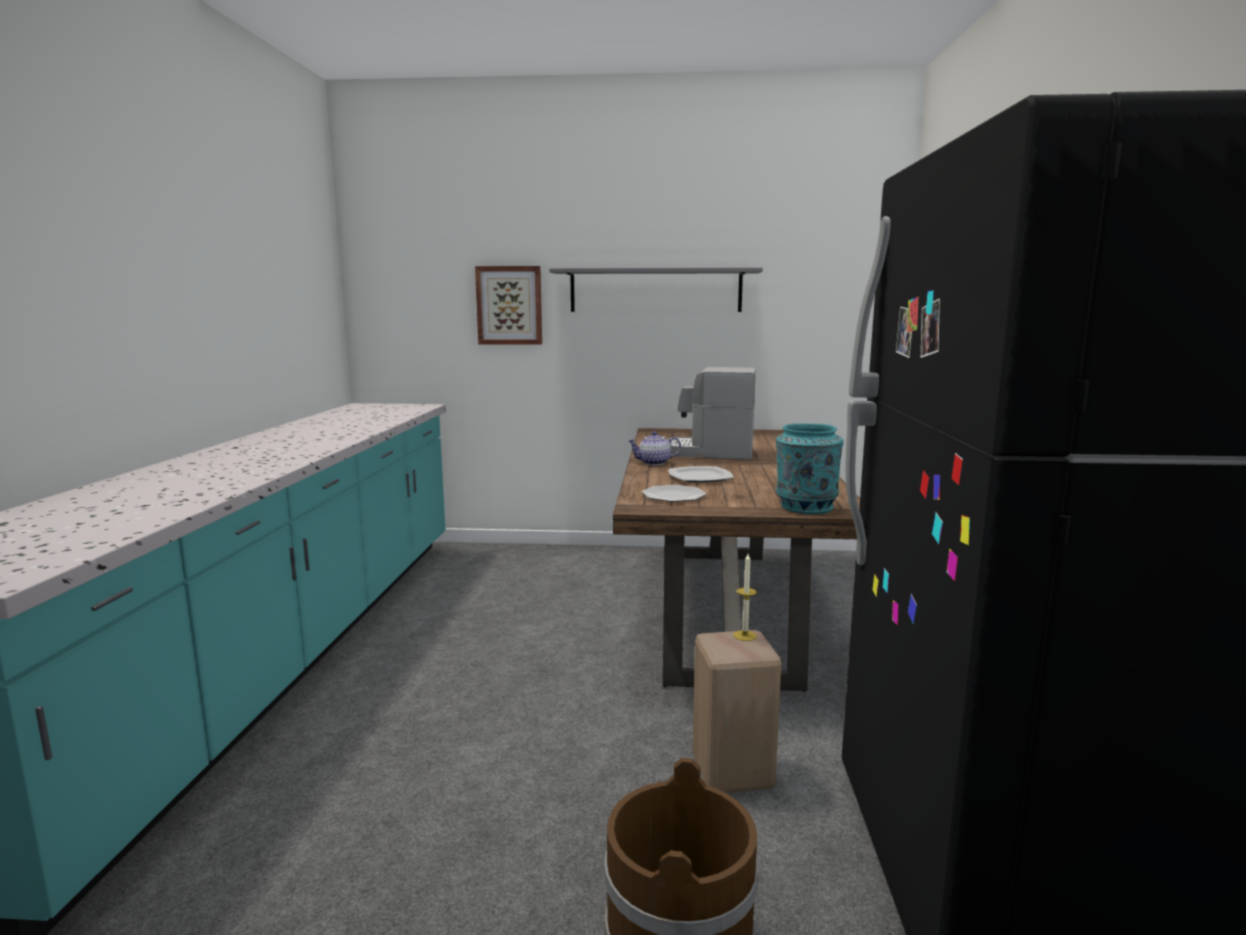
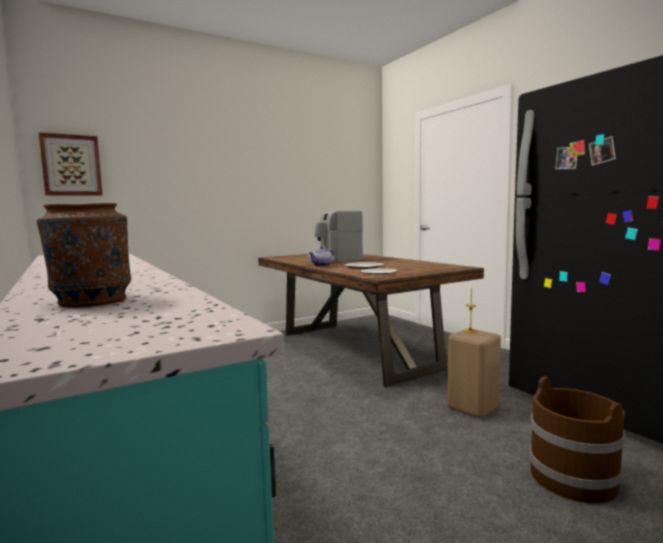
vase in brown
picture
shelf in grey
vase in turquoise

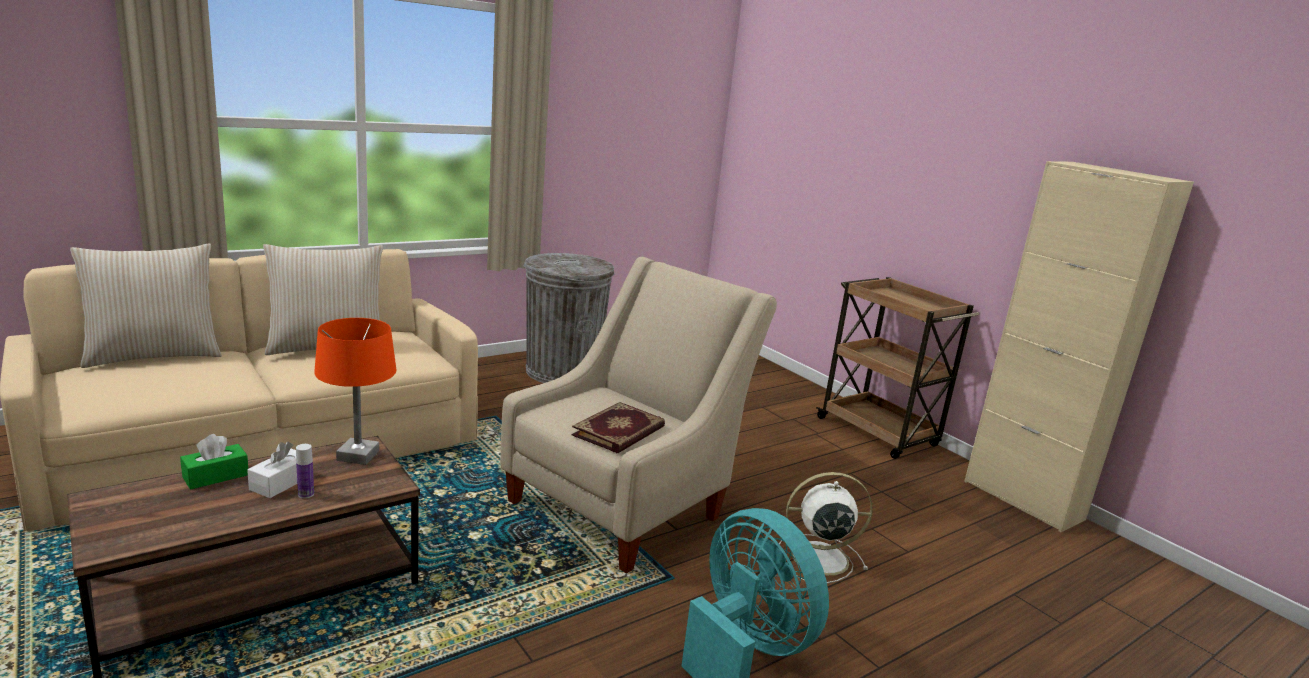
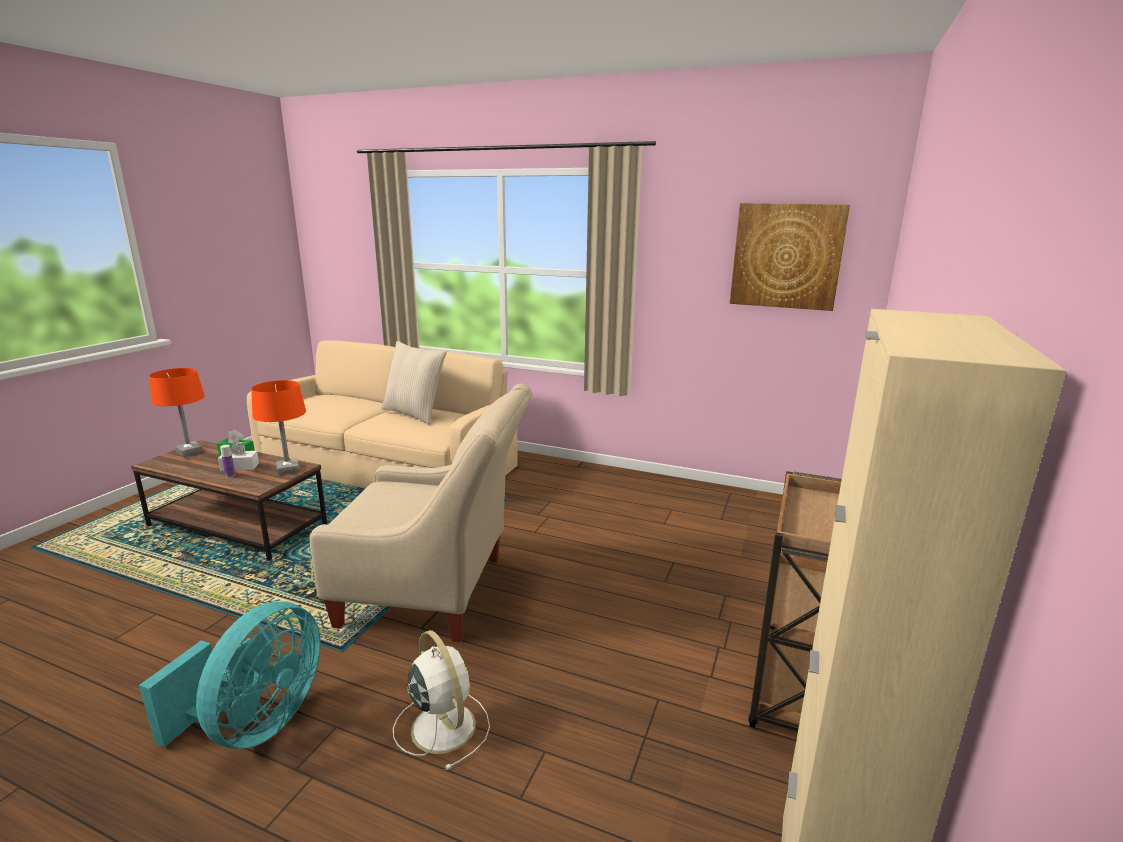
table lamp in orange (no. 1 from left)
picture
pillow in beige (no. 1 from left in the first image)
trash can in grey
book

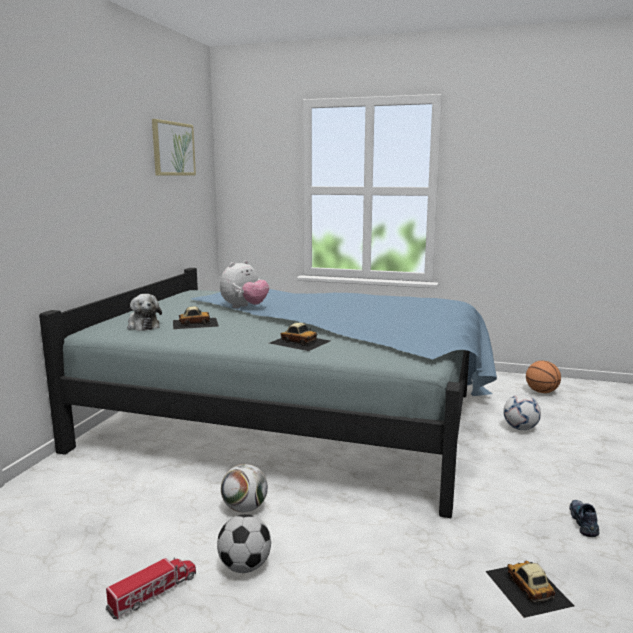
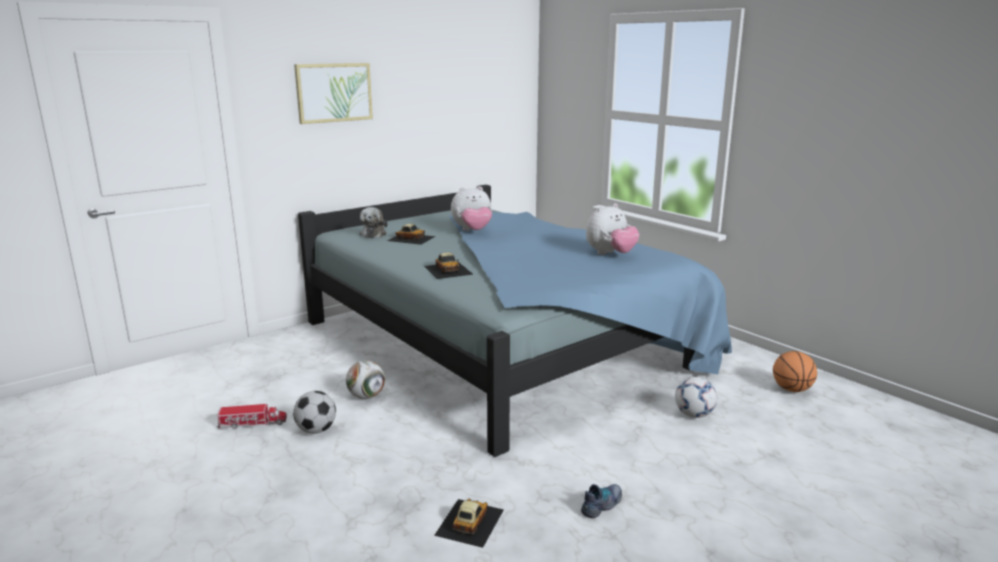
picture
plush toy (no. 3 from left)

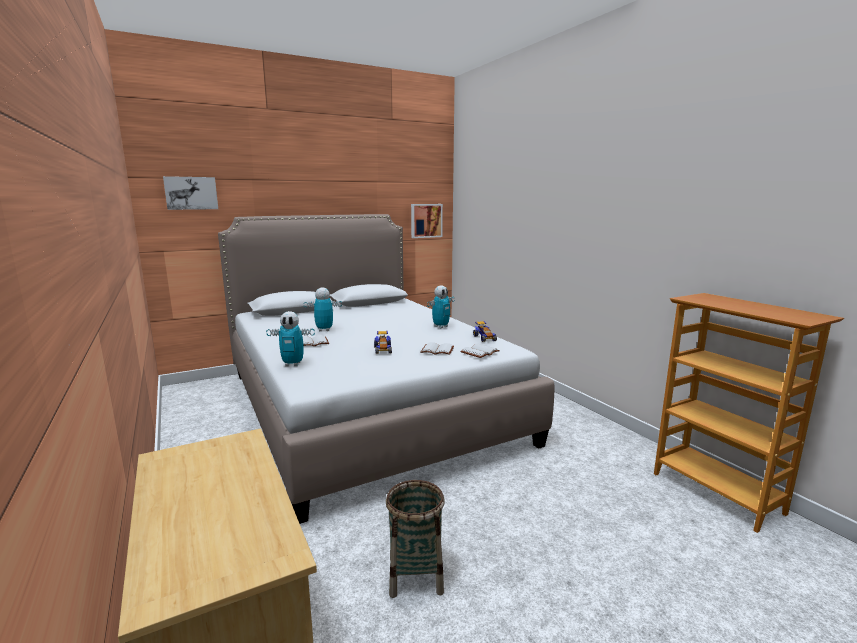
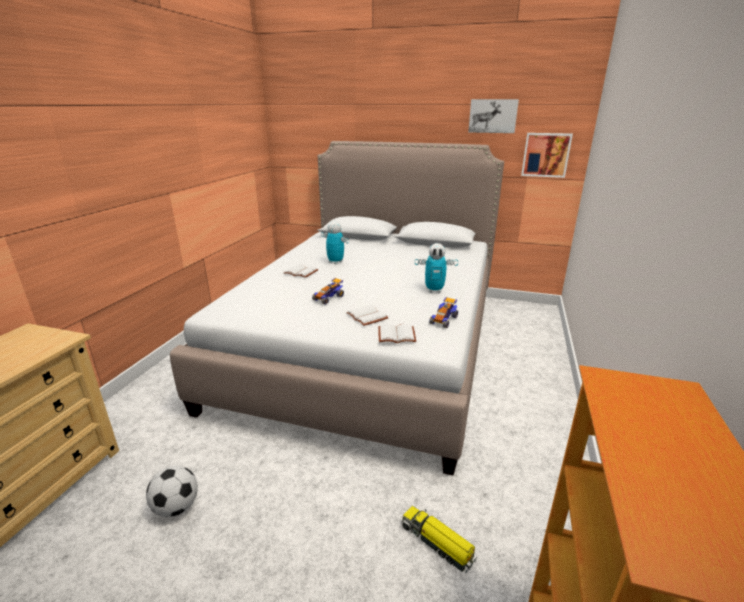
football
toy truck
picture (no. 1 from left)
toy robot (no. 1 from left in the first image)

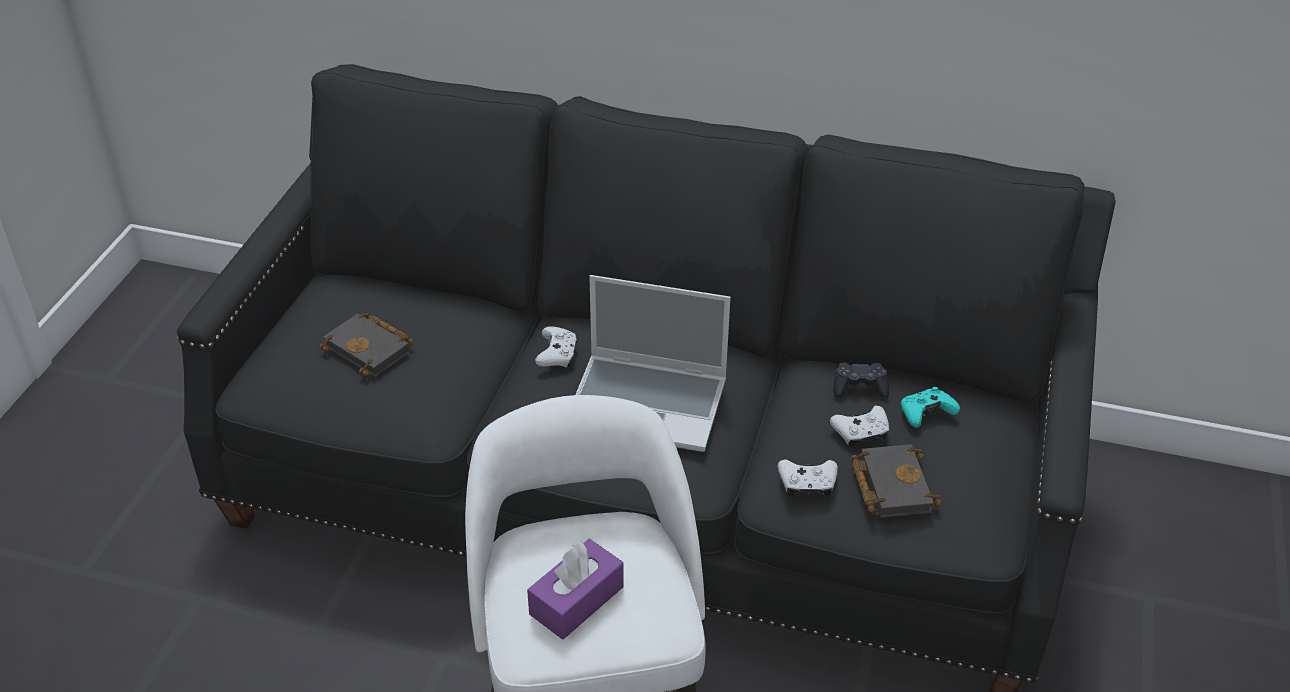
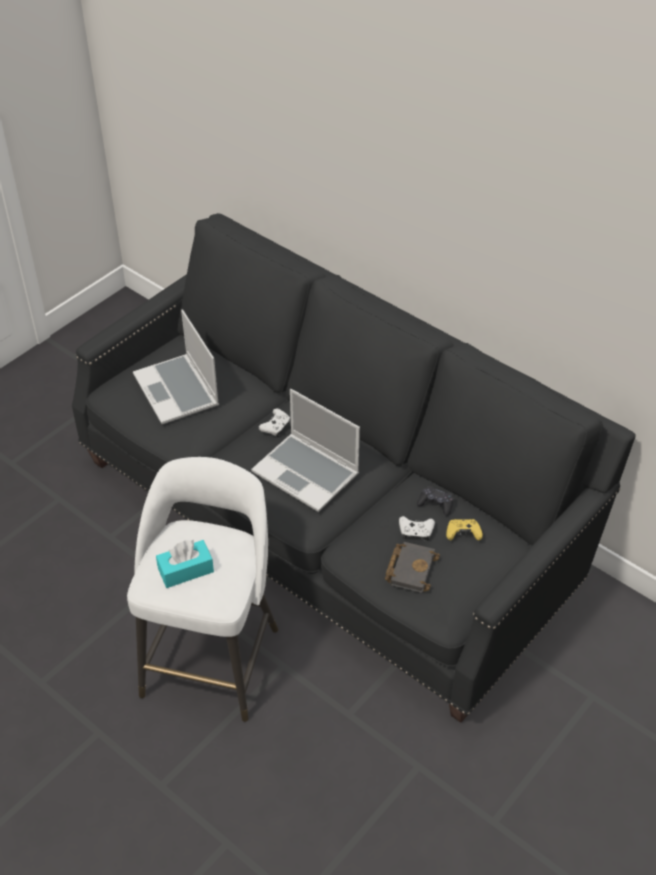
laptop (no. 1 from left)
tissue box in turquoise
game controller in yellow
game controller in white (no. 2 from left in the first image)

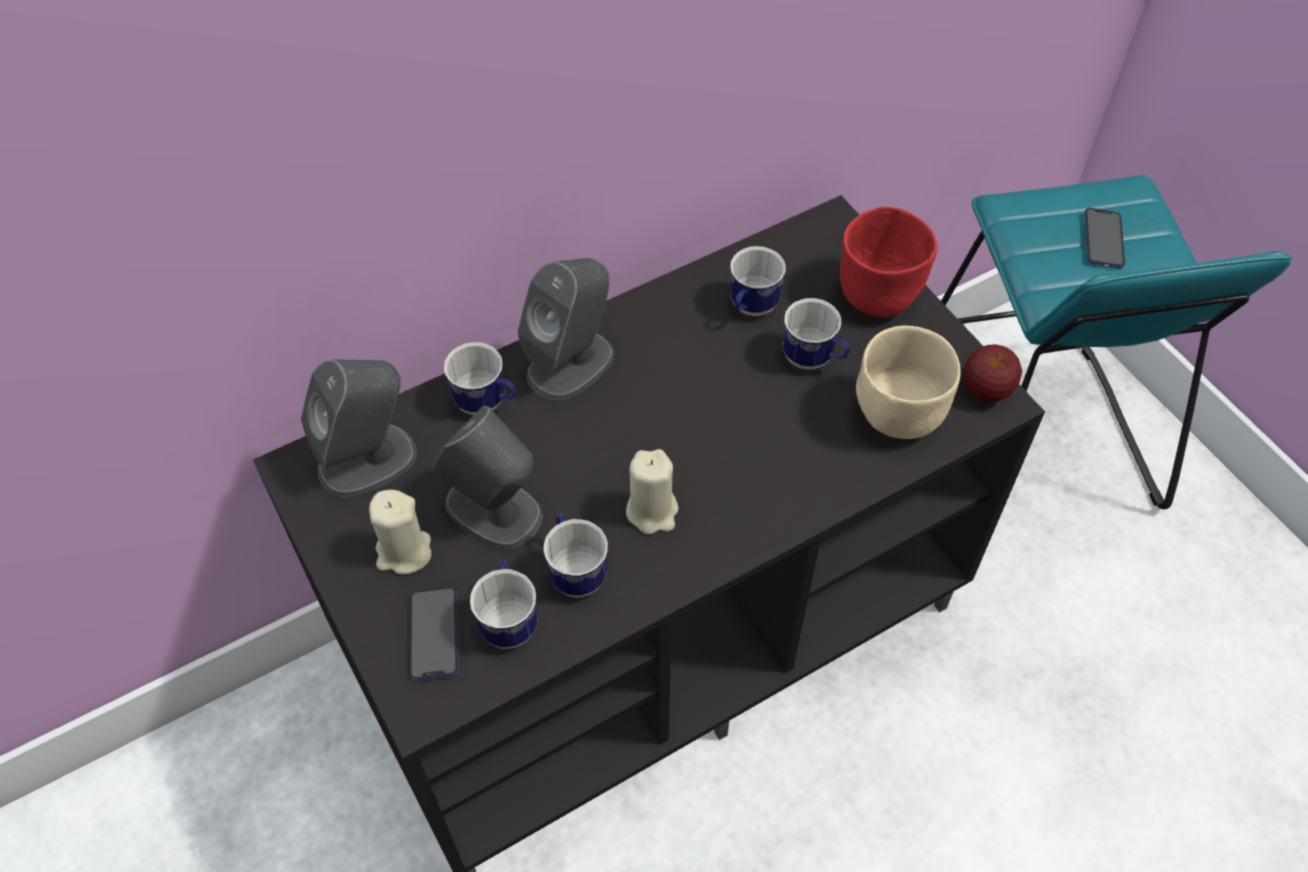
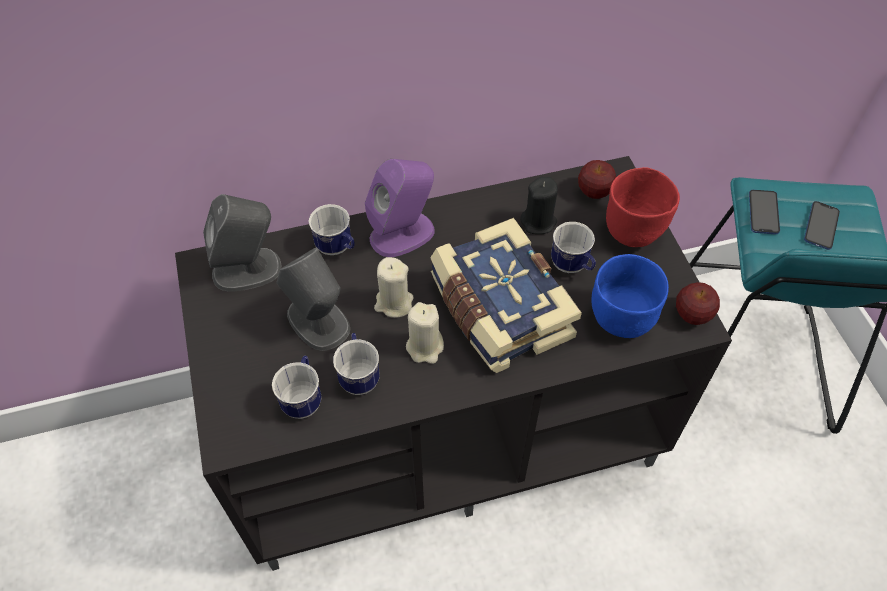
speaker in purple
candle in beige (no. 1 from left)
book
candle in black
apple (no. 1 from left)
bowl in blue
phone (no. 1 from left)

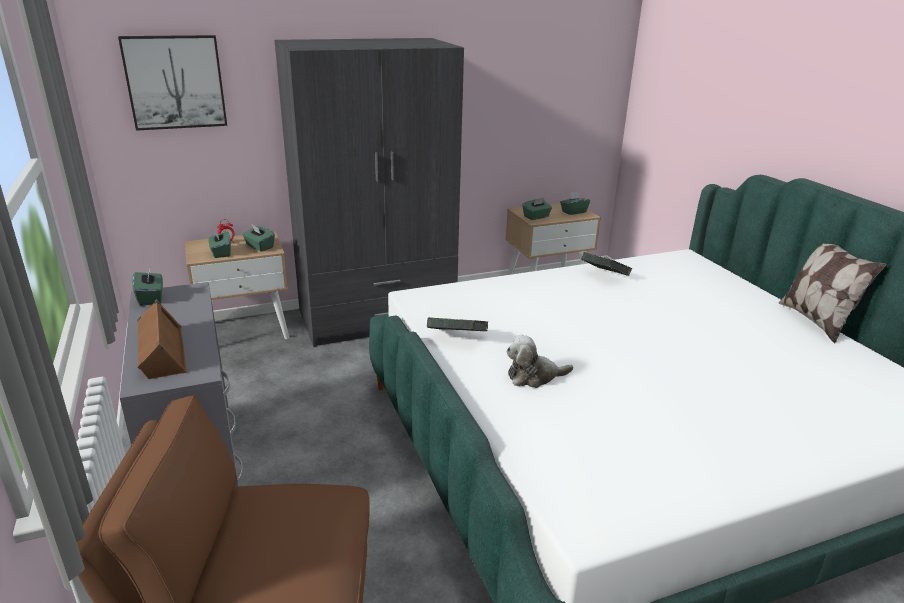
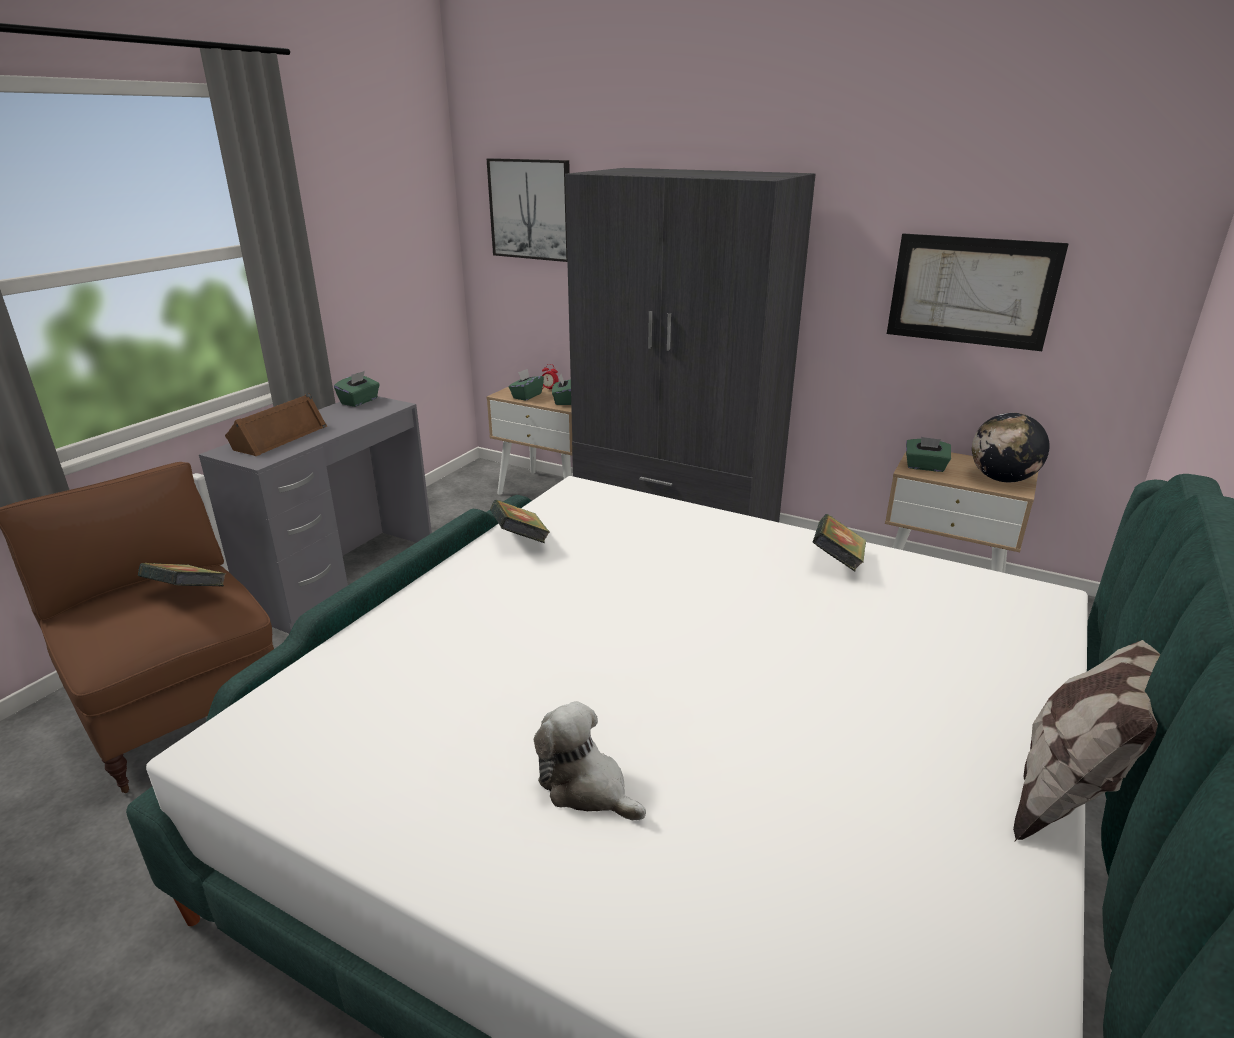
book (no. 1 from left)
plush toy
picture (no. 2 from left)
globe

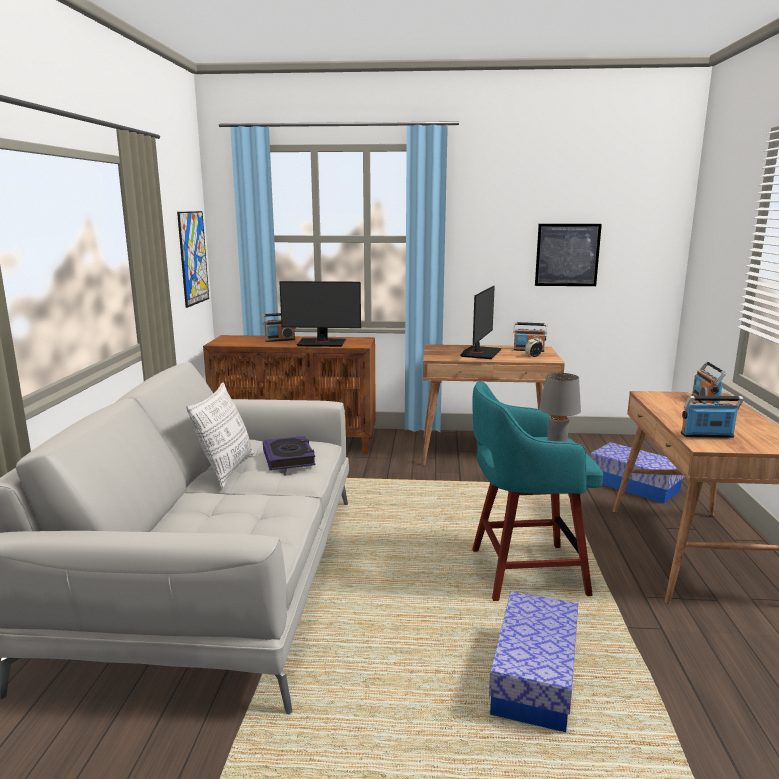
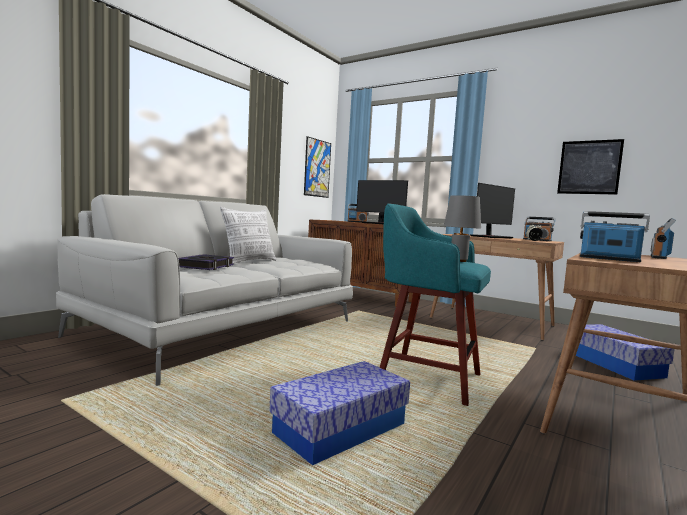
book

